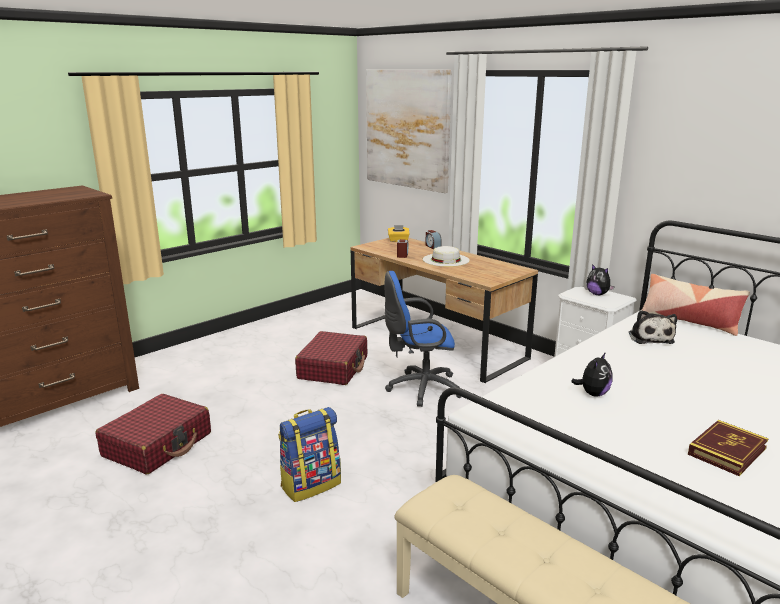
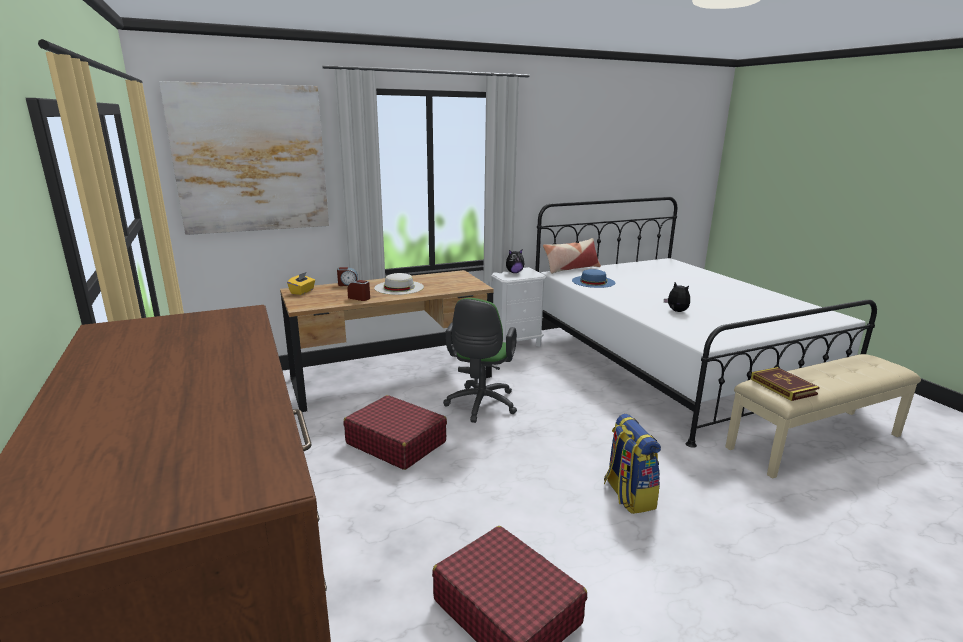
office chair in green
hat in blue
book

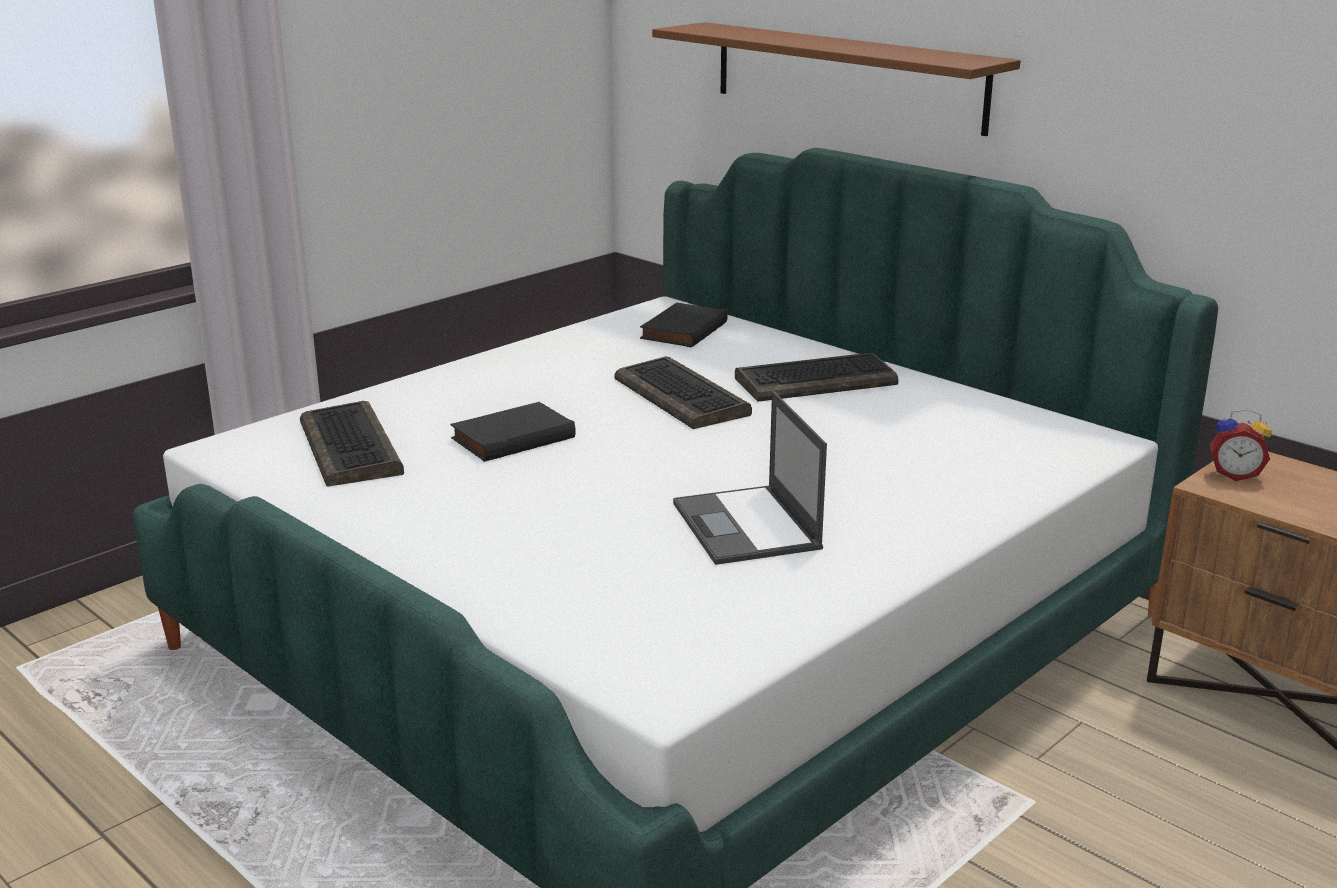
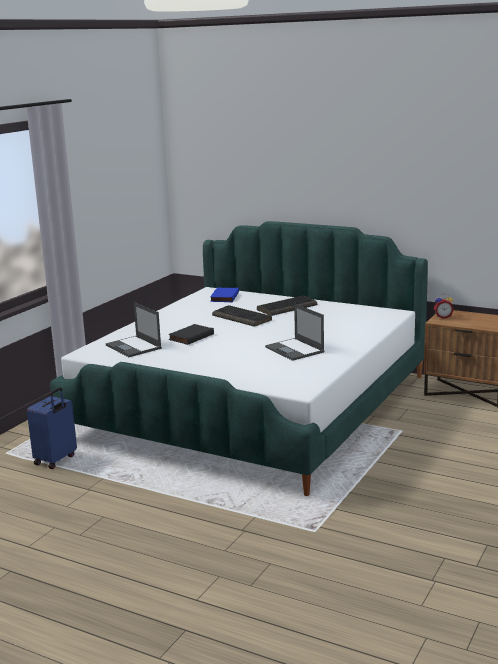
suitcase in blue
laptop (no. 1 from left)
book in blue
shelf in brown

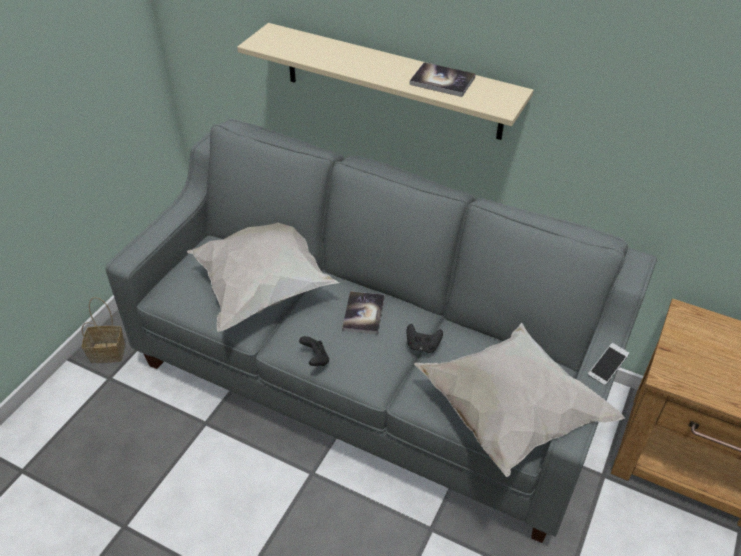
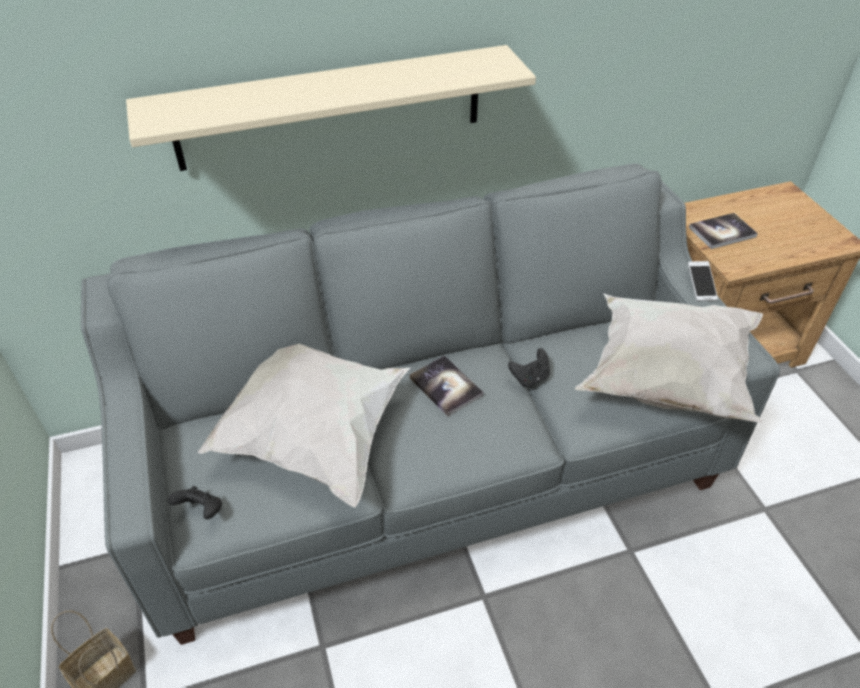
game controller in black (no. 1 from left)
book (no. 2 from left)

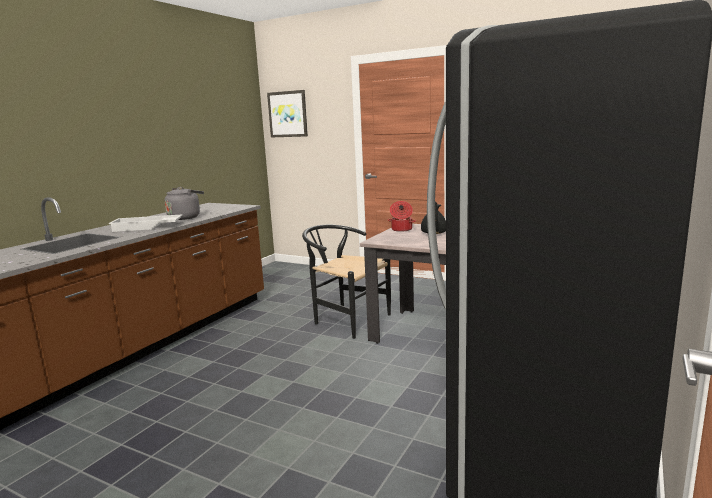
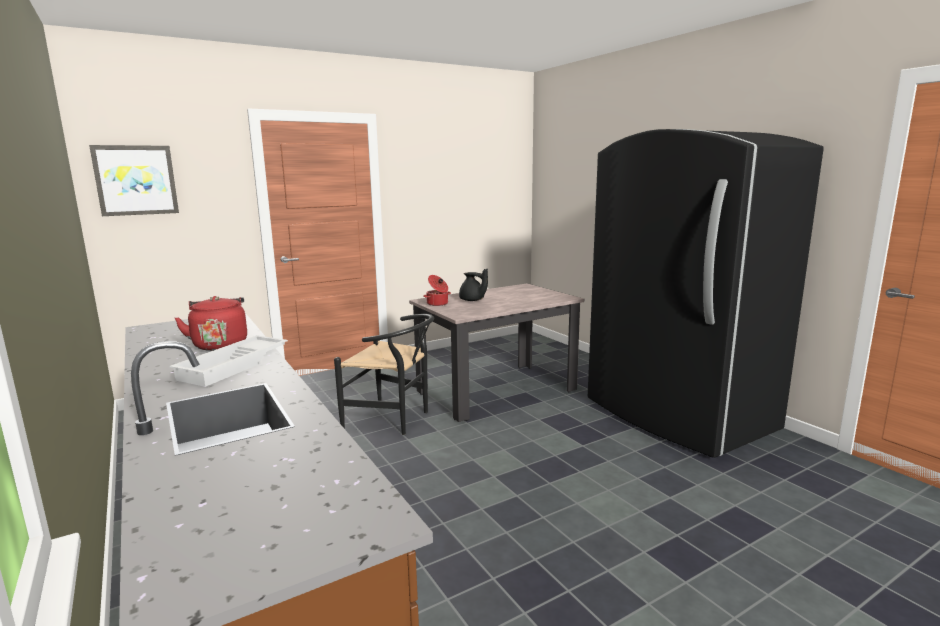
kettle in red
chair in black

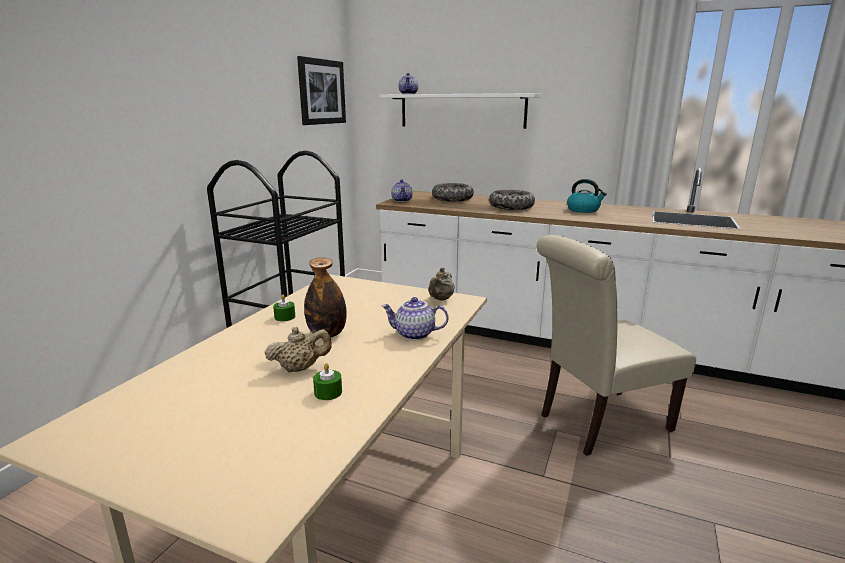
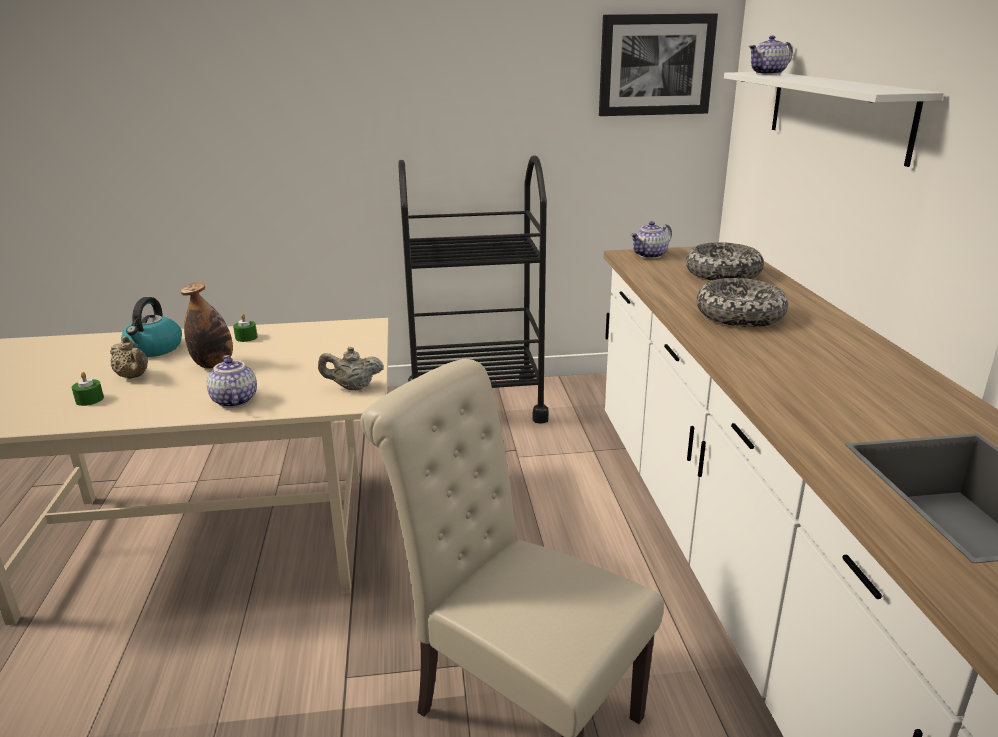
kettle

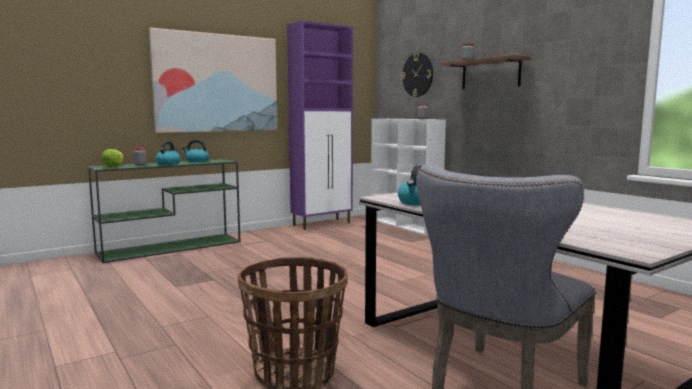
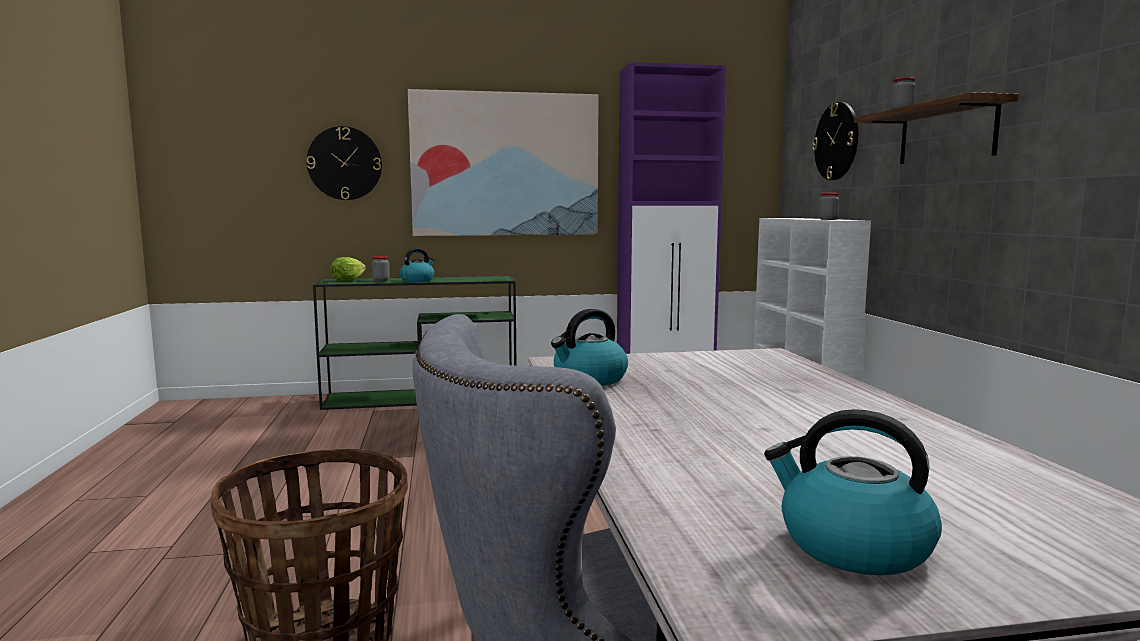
wall clock (no. 1 from left)
kettle (no. 3 from left)

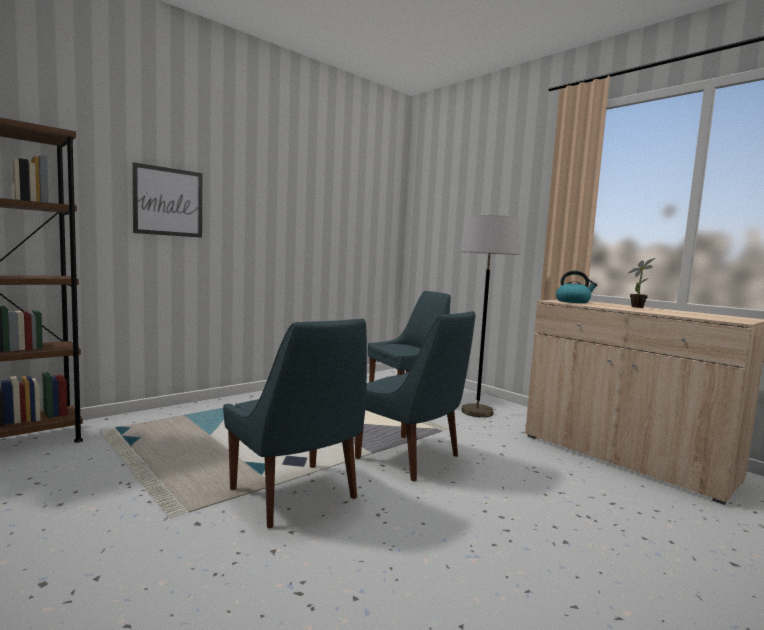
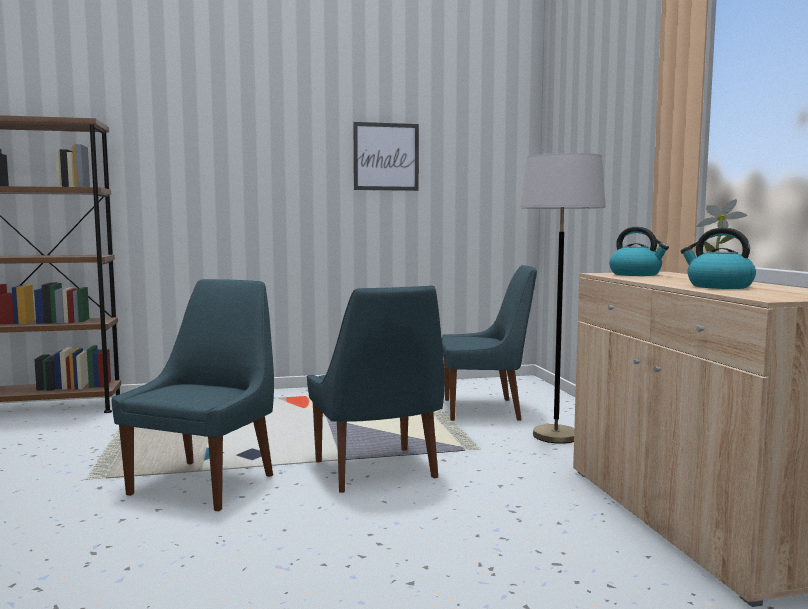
chair in blue (no. 1 from left)
picture
kettle (no. 2 from left)

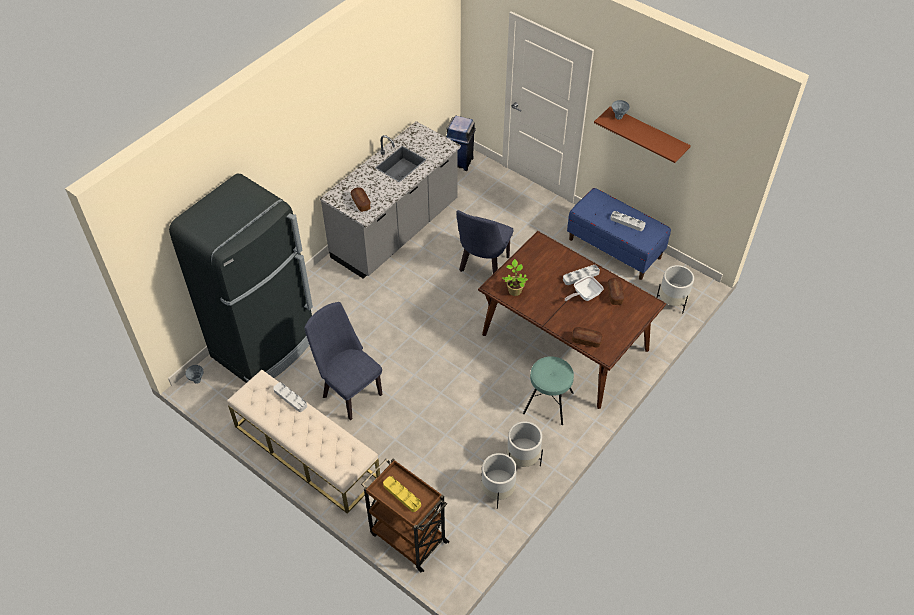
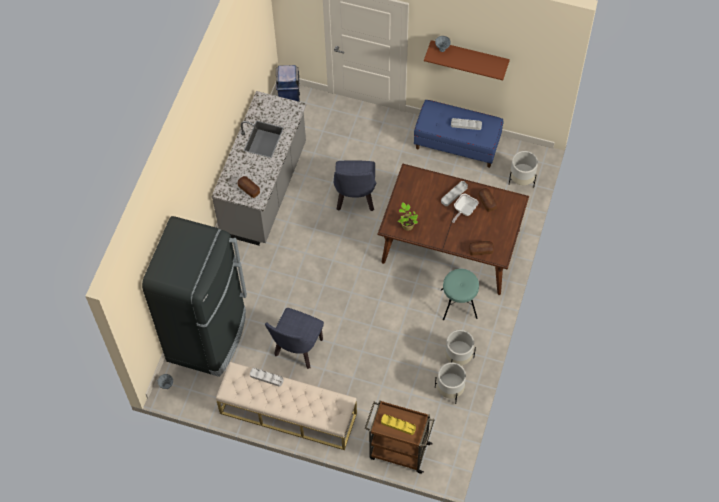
chair in blue (no. 1 from left)

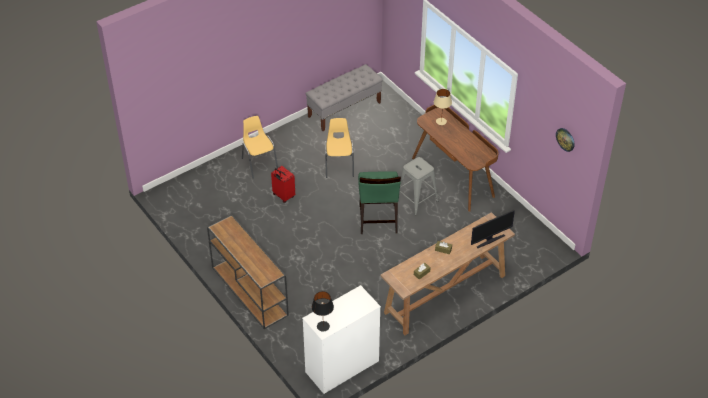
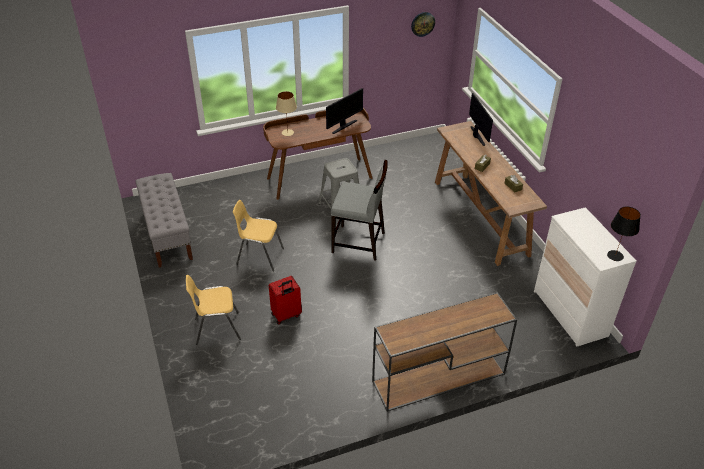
monitor (no. 1 from left)
chair in grey

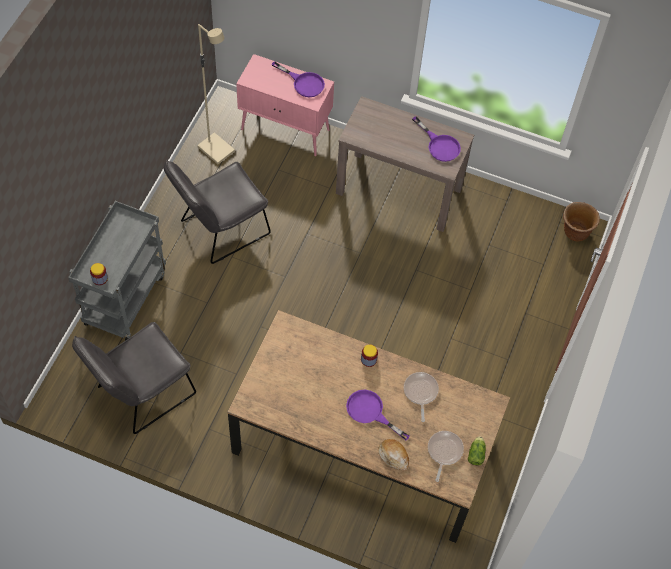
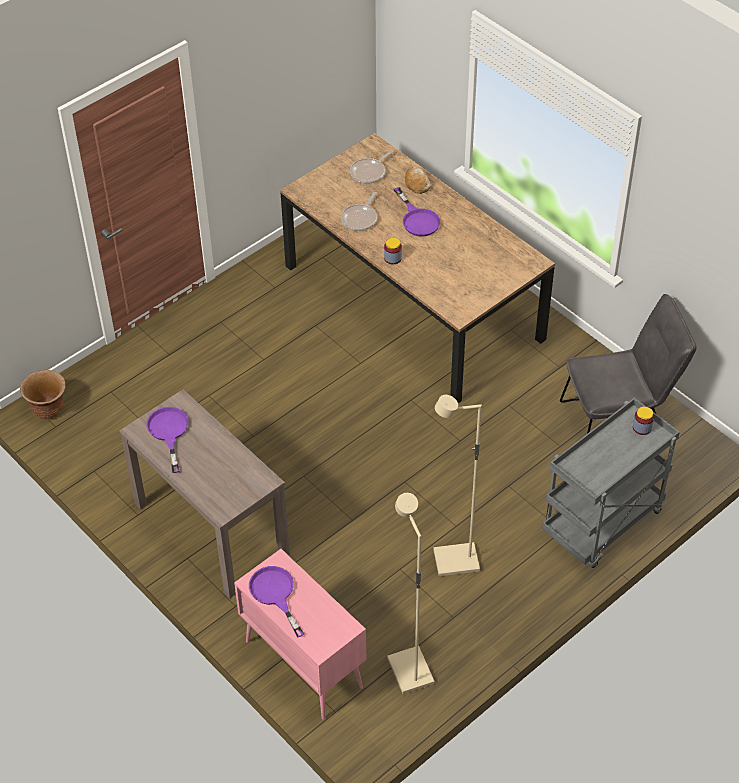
floor lamp in beige (no. 2 from left)
lettuce

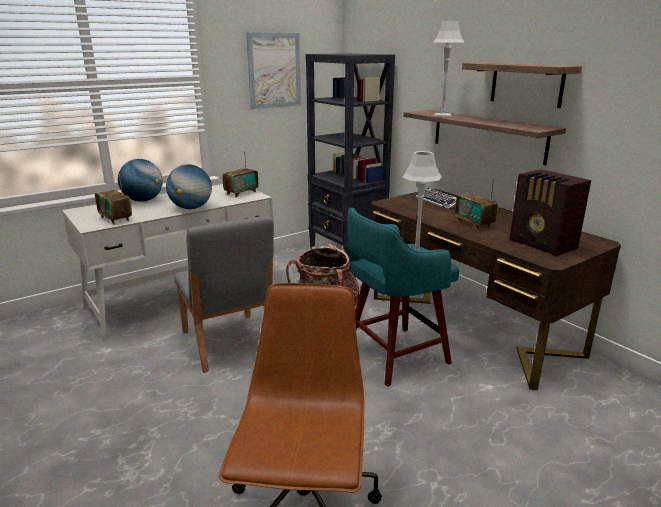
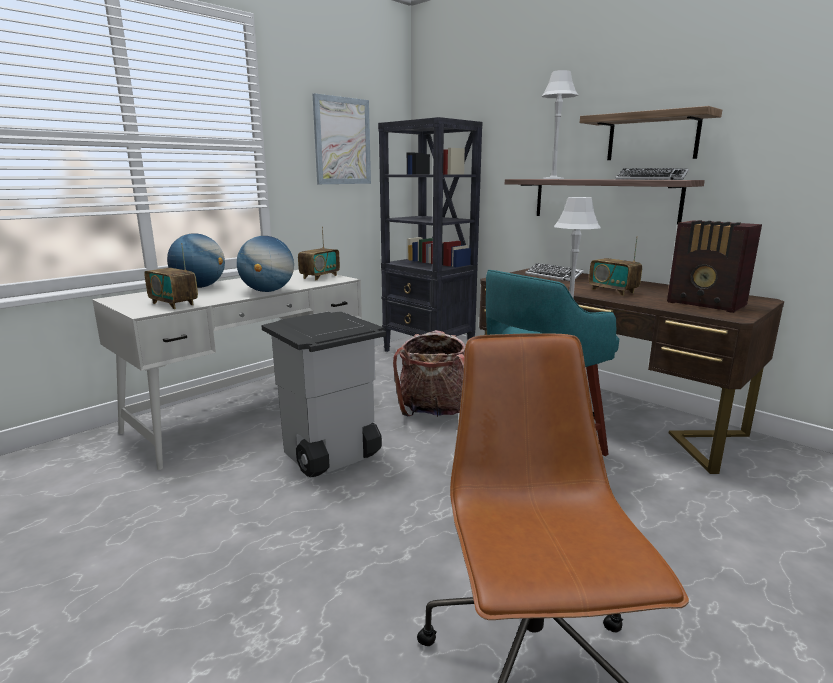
trash can in grey
keyboard (no. 2 from left)

